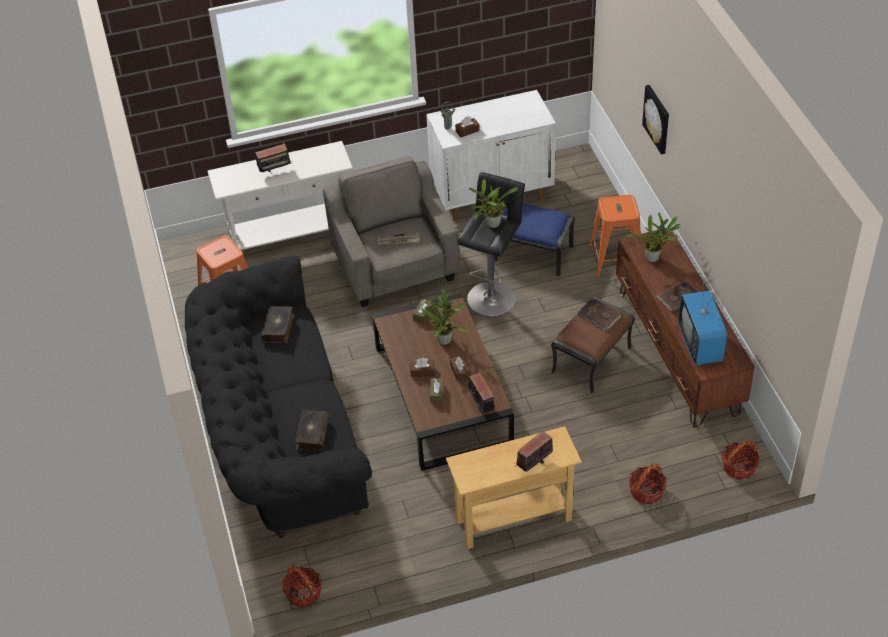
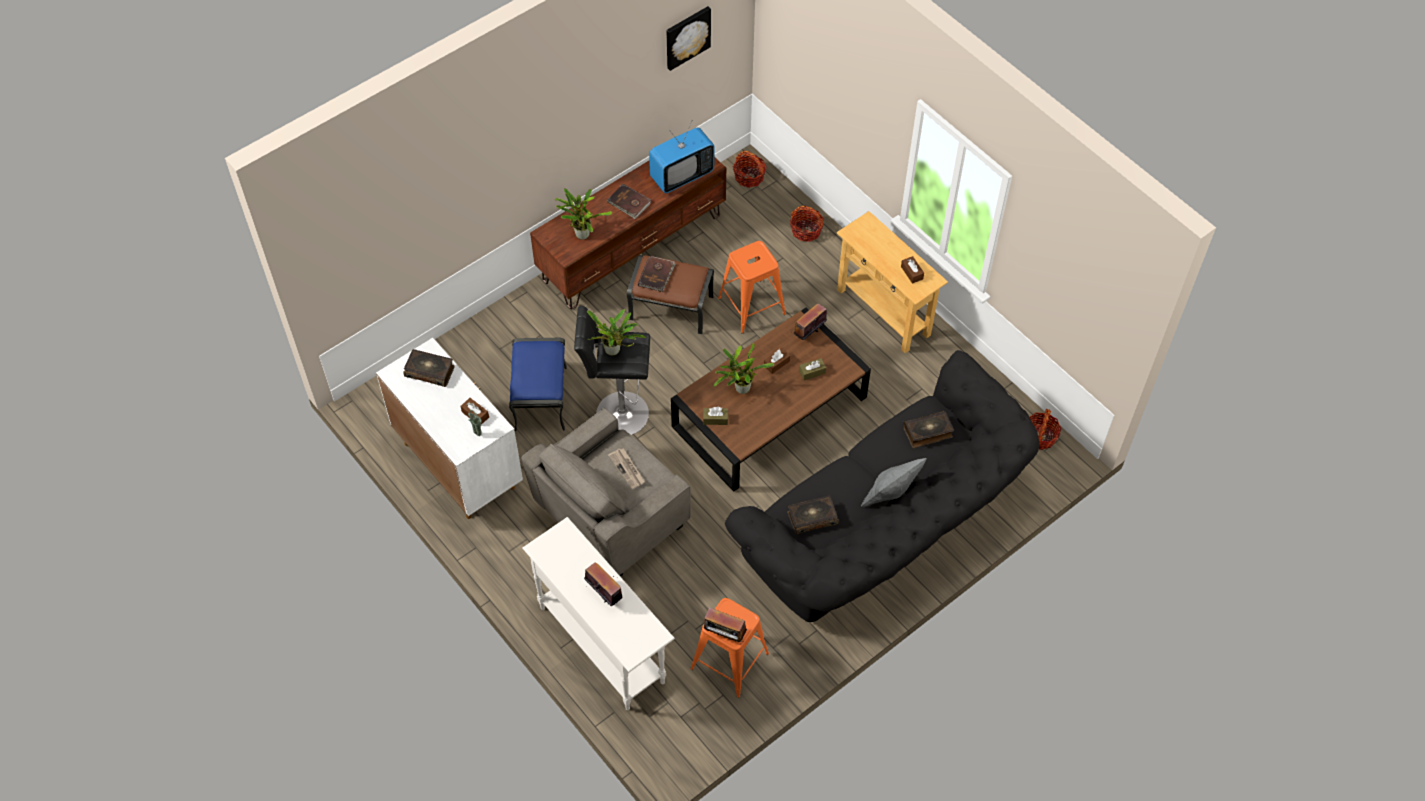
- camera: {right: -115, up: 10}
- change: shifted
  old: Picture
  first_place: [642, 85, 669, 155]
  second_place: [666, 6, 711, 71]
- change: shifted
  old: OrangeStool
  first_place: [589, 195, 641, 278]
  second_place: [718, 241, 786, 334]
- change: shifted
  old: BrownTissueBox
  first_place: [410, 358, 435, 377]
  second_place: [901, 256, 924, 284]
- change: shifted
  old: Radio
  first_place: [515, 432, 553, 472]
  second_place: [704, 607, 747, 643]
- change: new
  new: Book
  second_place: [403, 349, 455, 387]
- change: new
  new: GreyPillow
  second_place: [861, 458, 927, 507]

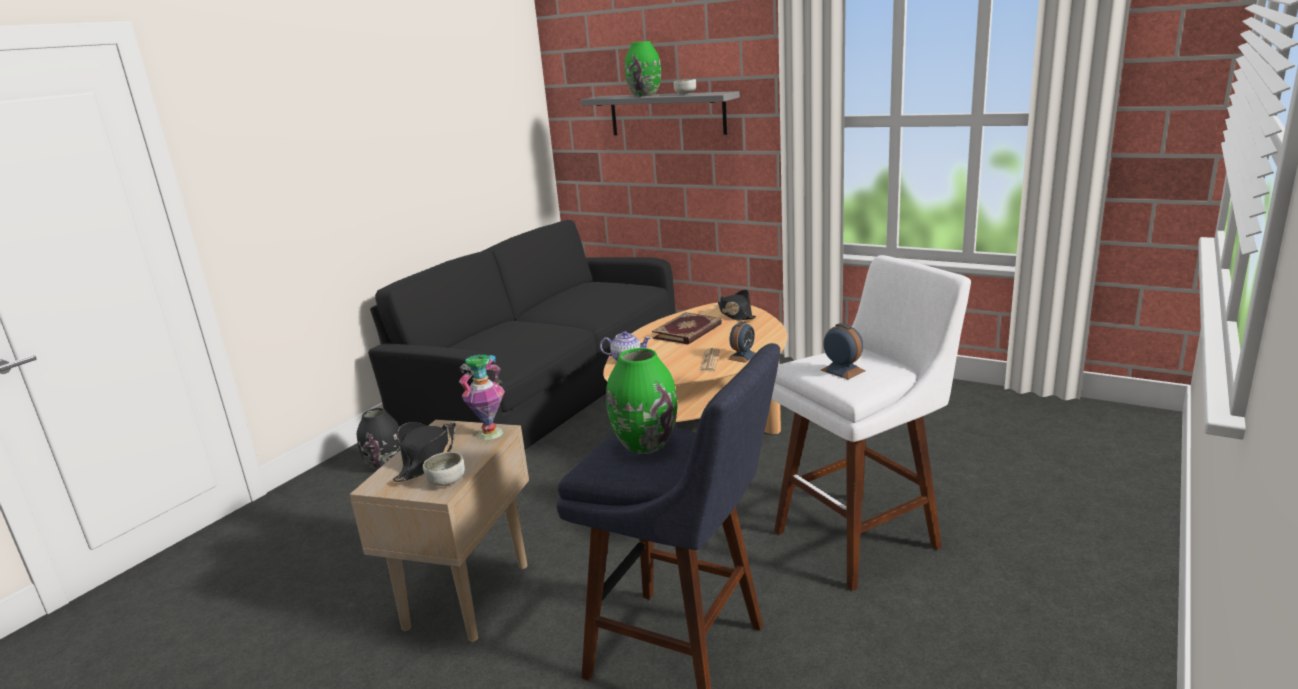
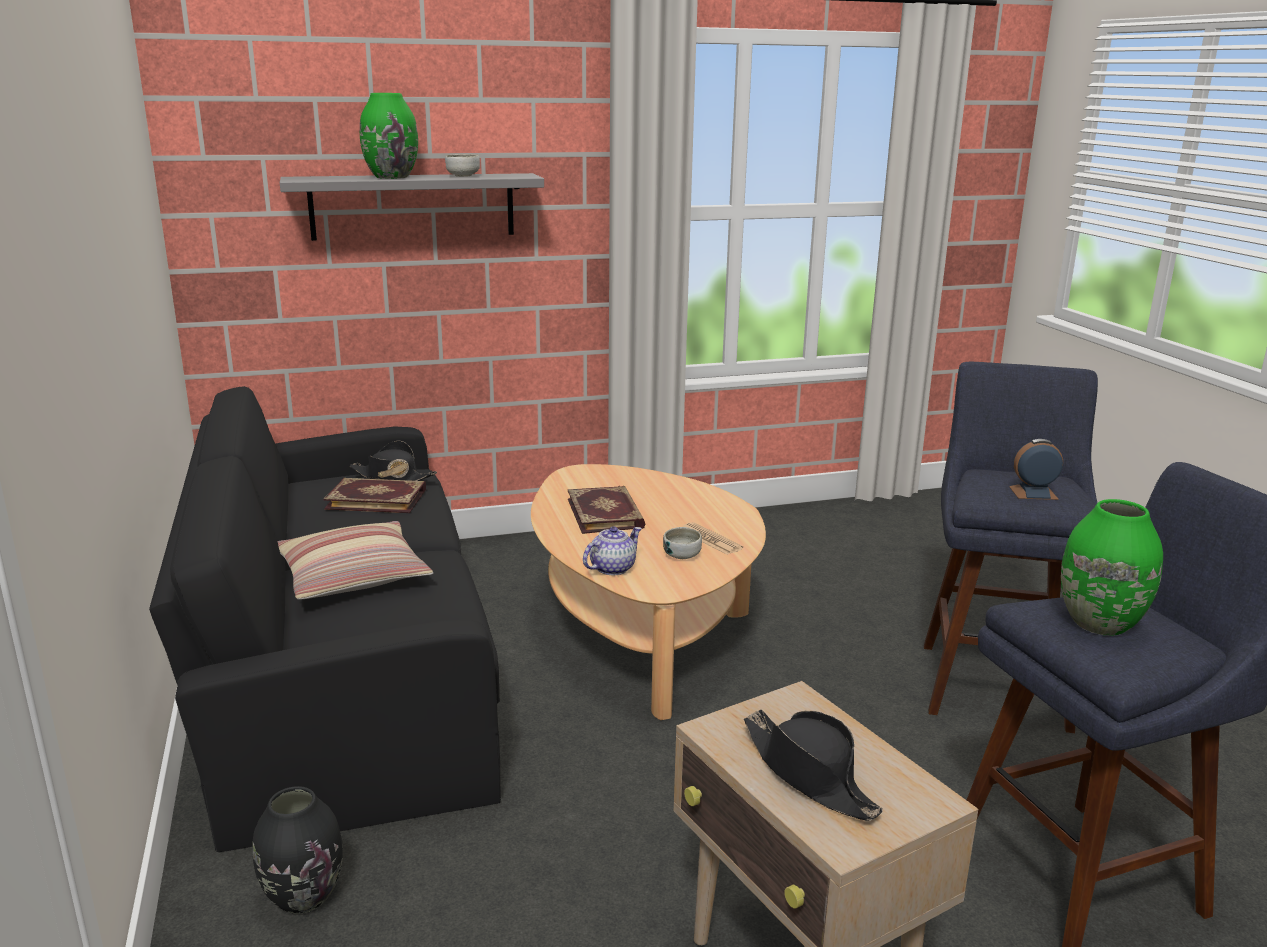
- camera: {right: -50, up: 0}
- change: repainted
  old: WhiteStool
  new: BlueStool
  first_place: [772, 255, 971, 591]
  second_place: [924, 362, 1098, 733]
- change: shifted
  old: BlackHat
  first_place: [718, 290, 756, 321]
  second_place: [350, 441, 437, 481]
- change: gone
  old: AlarmClock
  first_place: [728, 321, 756, 363]
- change: gone
  old: Vase
  first_place: [459, 355, 505, 441]
- change: shifted
  old: Bowl
  first_place: [423, 452, 465, 486]
  second_place: [663, 527, 702, 559]
- change: new
  new: Book
  second_place: [323, 478, 426, 513]
- change: new
  new: Pillow
  second_place: [278, 521, 434, 600]

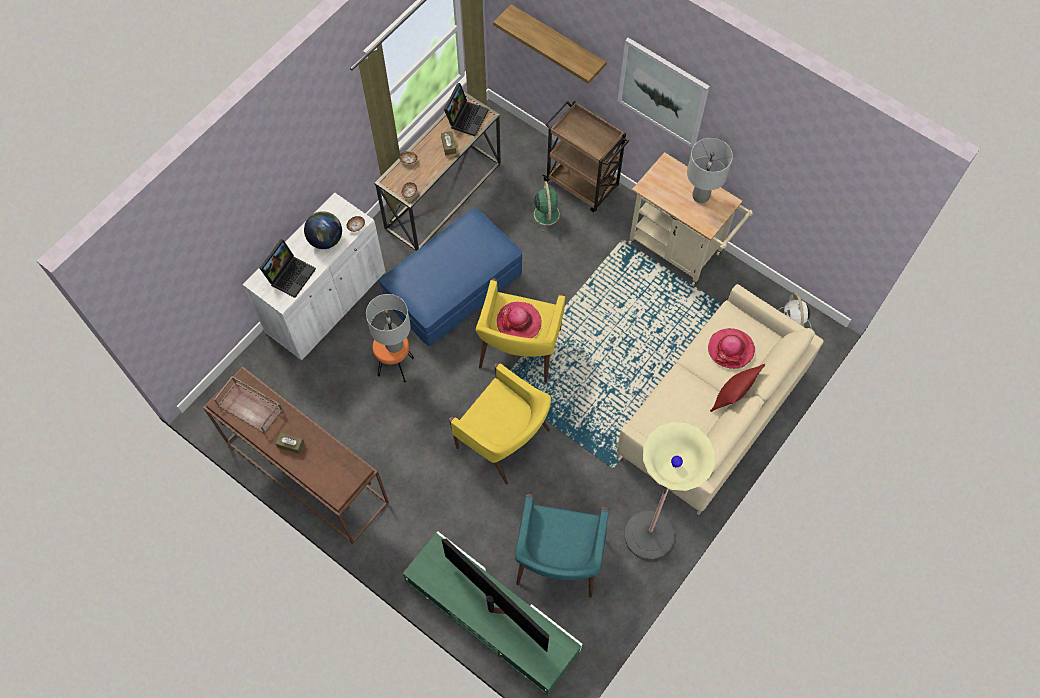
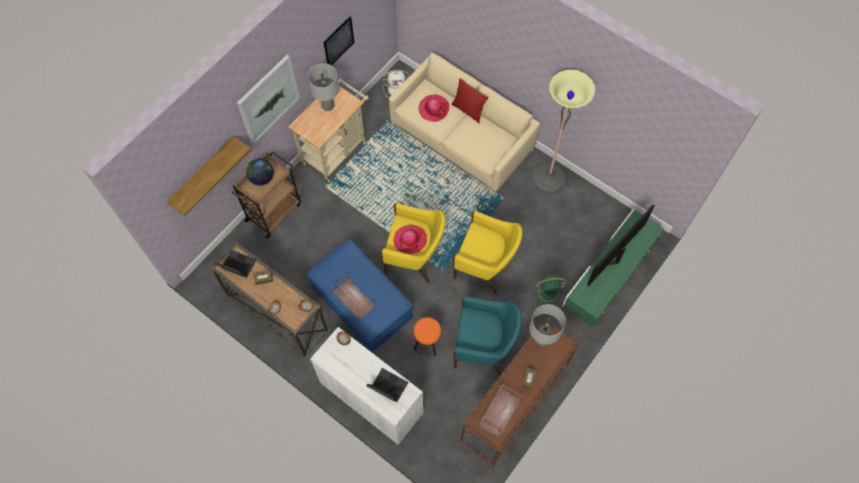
- camera: {right: -90, up: 0}
- change: shifted
  old: GreenFan
  first_place: [527, 181, 565, 232]
  second_place: [533, 276, 567, 306]
- change: shifted
  old: Globe
  first_place: [304, 211, 342, 249]
  second_place: [246, 158, 274, 186]
- change: shifted
  old: GreyTableLamp
  first_place: [366, 294, 411, 353]
  second_place: [529, 304, 566, 346]
- change: rotated
  old: YellowArmchair
  first_place: [449, 363, 551, 484]
  second_place: [453, 211, 522, 295]
  degrees: 75
- change: shifted
  old: TurquoiseArmchair
  first_place: [515, 494, 609, 598]
  second_place: [453, 296, 521, 375]
- change: new
  new: Picture
  second_place: [324, 16, 354, 65]
- change: new
  new: BrownTray
  second_place: [332, 275, 375, 320]

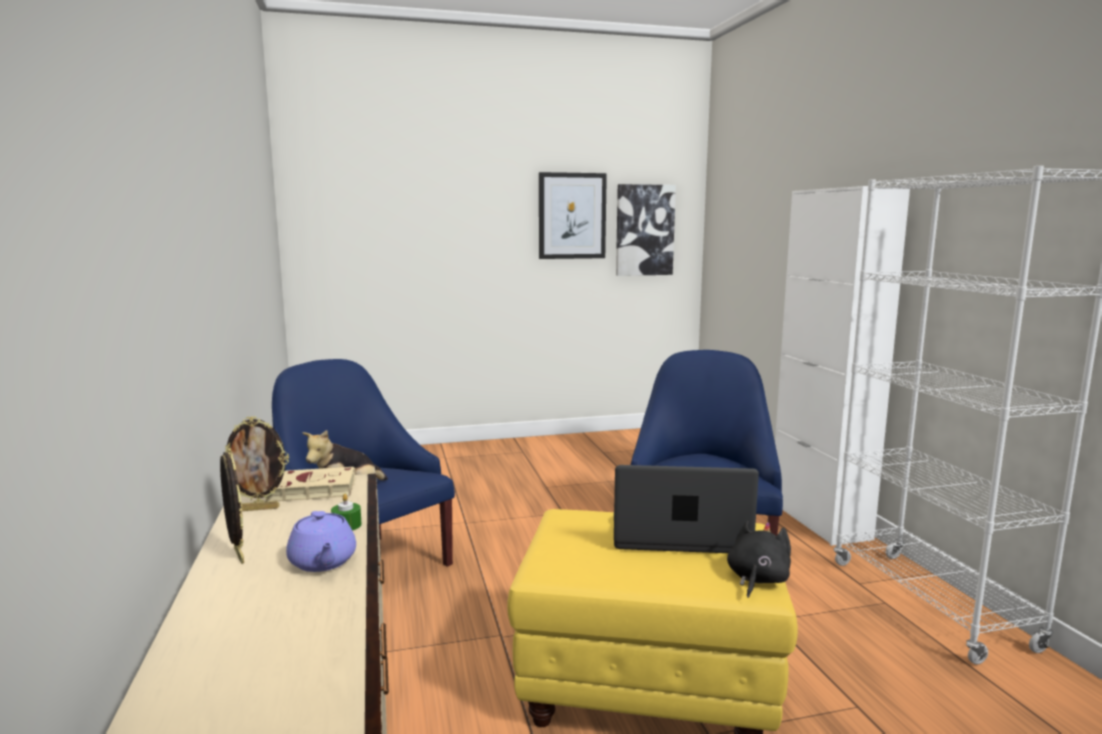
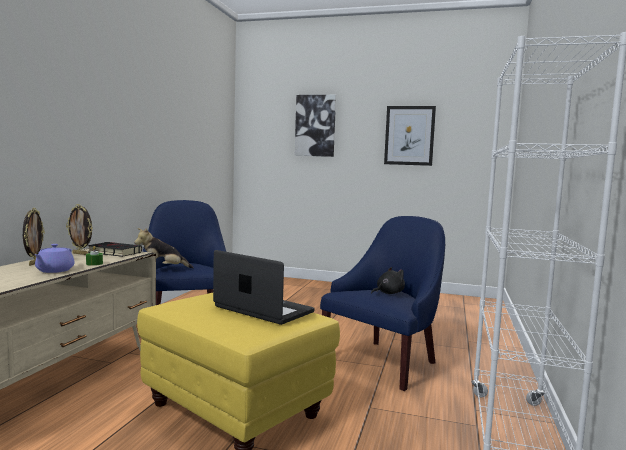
- camera: {right: 30, up: -5}
- change: shifted
  old: Picture
  first_place: [616, 184, 676, 276]
  second_place: [295, 95, 336, 157]
- change: gone
  old: WhiteCabinet
  first_place: [775, 186, 910, 546]
- change: repainted
  old: BeigeBook
  new: BlackBook
  first_place: [265, 467, 356, 502]
  second_place: [88, 242, 142, 257]
- change: shifted
  old: BlackPlushToy
  first_place: [727, 521, 791, 598]
  second_place: [371, 267, 405, 294]

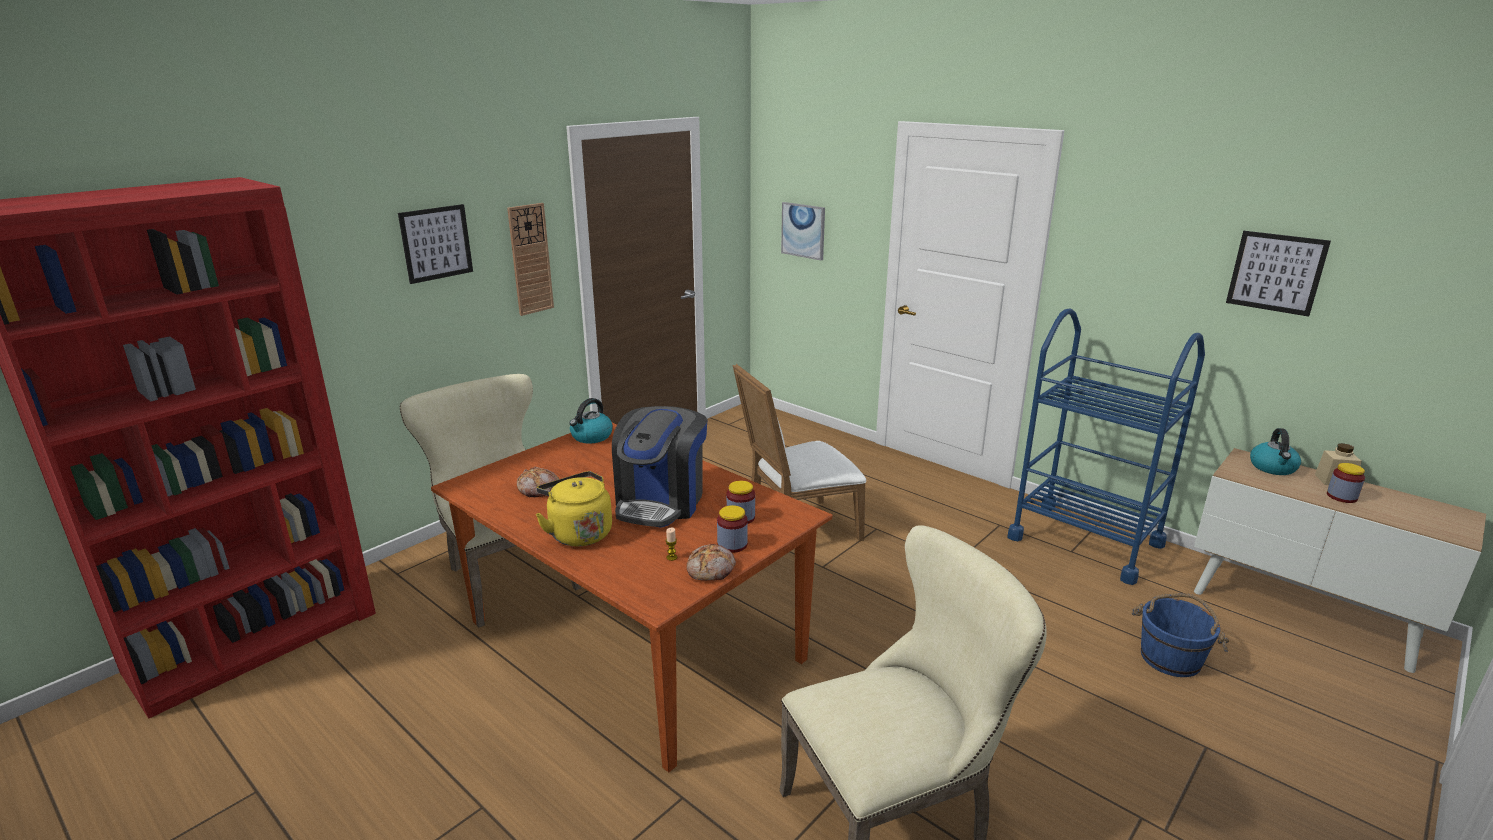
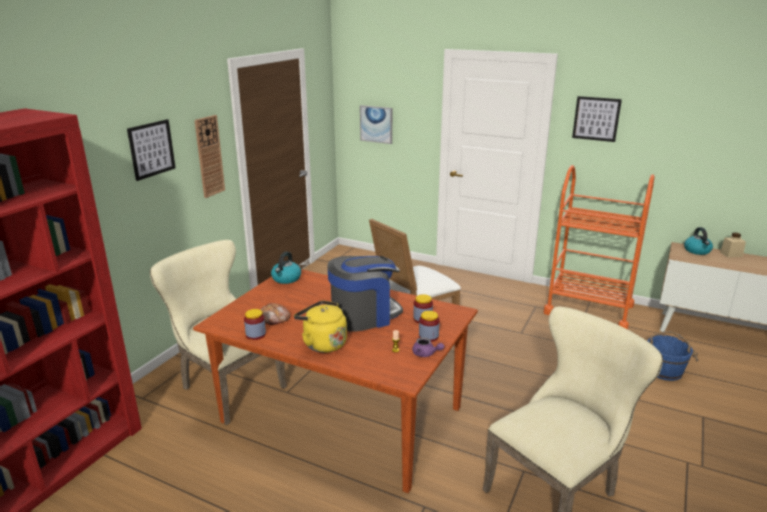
- camera: {right: -15, up: 0}
- change: shifted
  old: Picture
  first_place: [1226, 231, 1331, 317]
  second_place: [572, 96, 622, 142]
- change: repainted
  old: BlueCart
  new: OrangeCart
  first_place: [1007, 308, 1205, 585]
  second_place: [544, 165, 655, 329]
- change: rotated
  old: CoffeeMachine
  first_place: [612, 406, 708, 528]
  second_place: [327, 256, 403, 332]
  degrees: -120
- change: shifted
  old: Jar
  first_place: [1327, 463, 1365, 503]
  second_place: [244, 309, 266, 340]
- change: swapped
  old: Bread
  new: PurpleTeapot
  first_place: [687, 544, 736, 581]
  second_place: [412, 337, 444, 357]

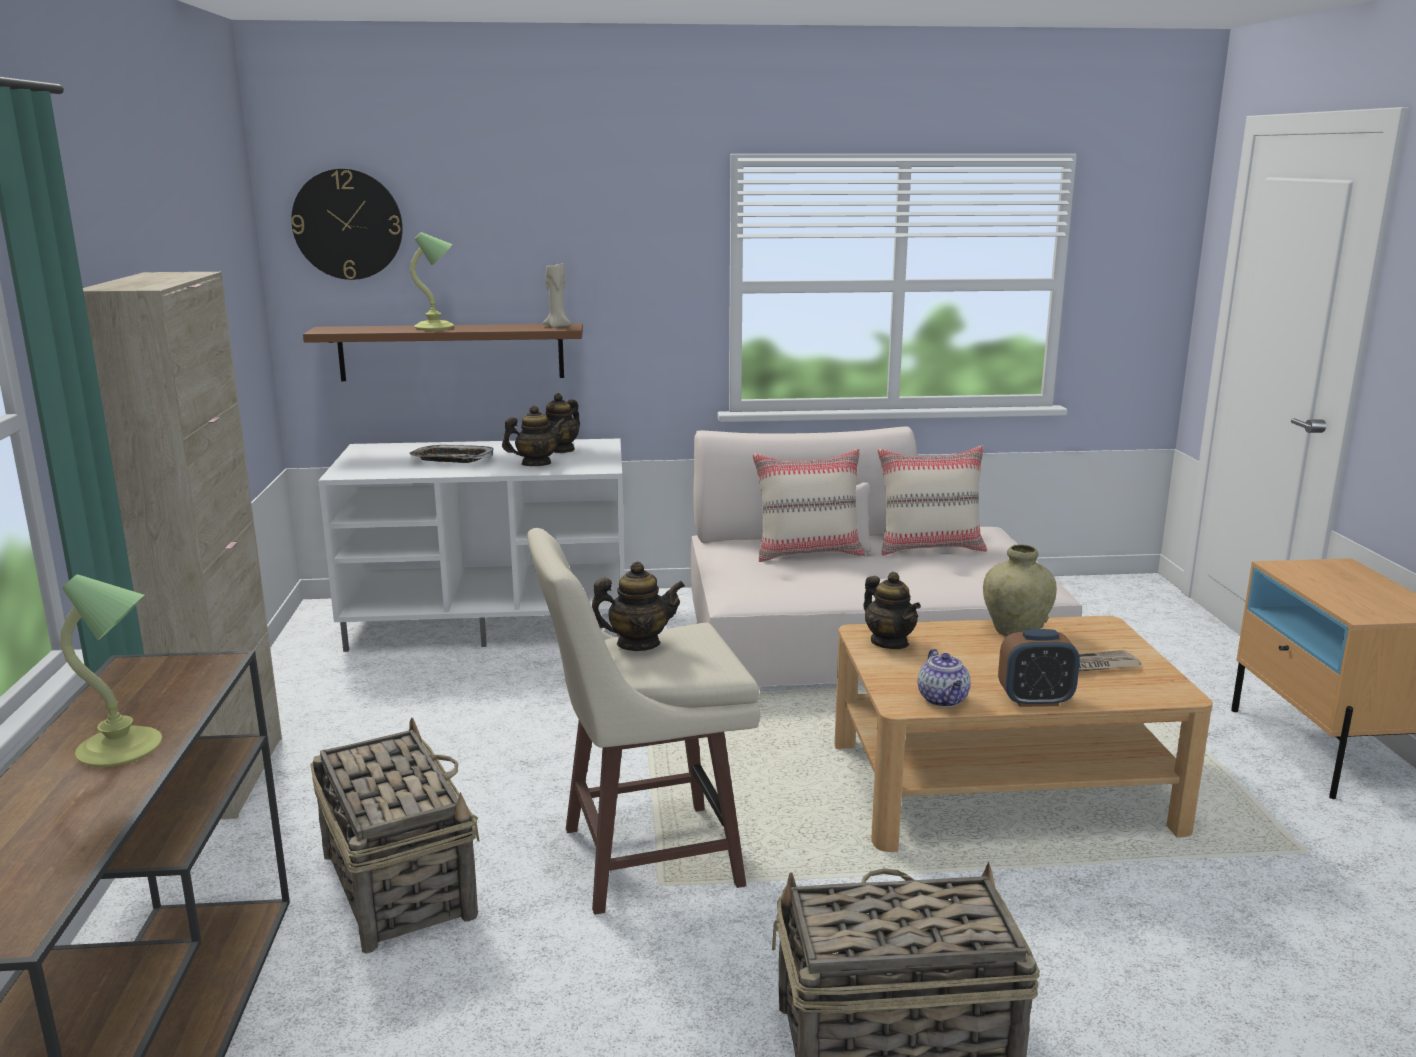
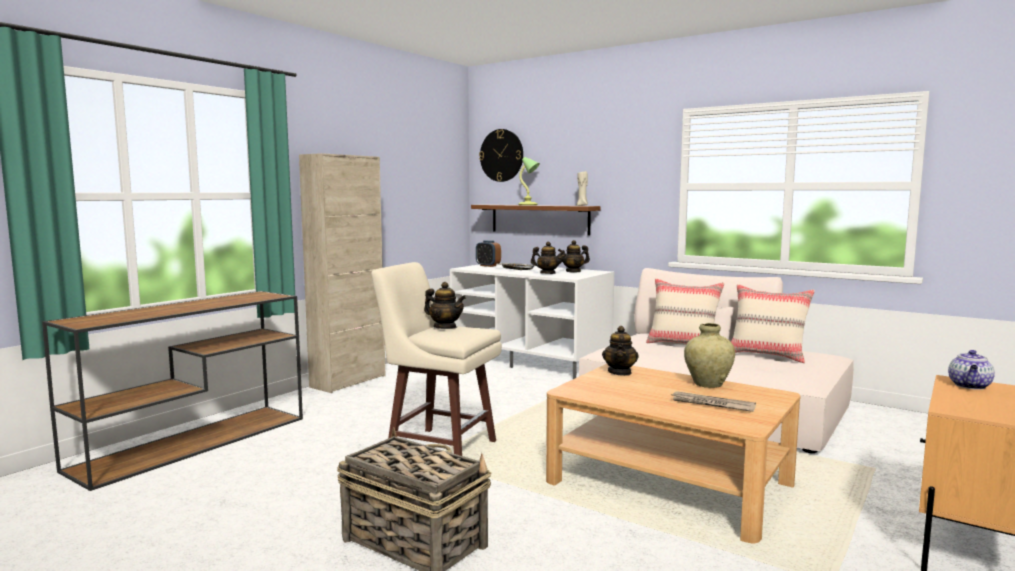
- camera: {right: 40, up: -10}
- change: gone
  old: TableLamp
  first_place: [61, 574, 162, 767]
- change: shifted
  old: AlarmClock
  first_place: [998, 629, 1080, 707]
  second_place: [476, 240, 501, 267]
- change: shifted
  old: Teapot
  first_place: [918, 649, 971, 707]
  second_place: [948, 350, 995, 390]
- change: gone
  old: Basket
  first_place: [310, 718, 479, 954]

